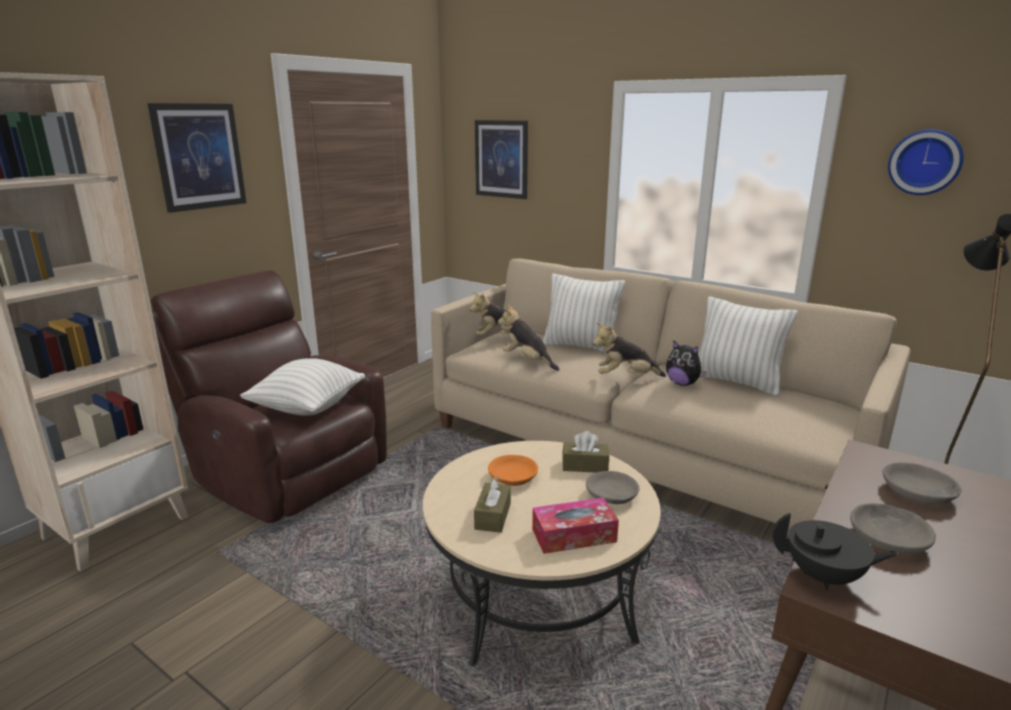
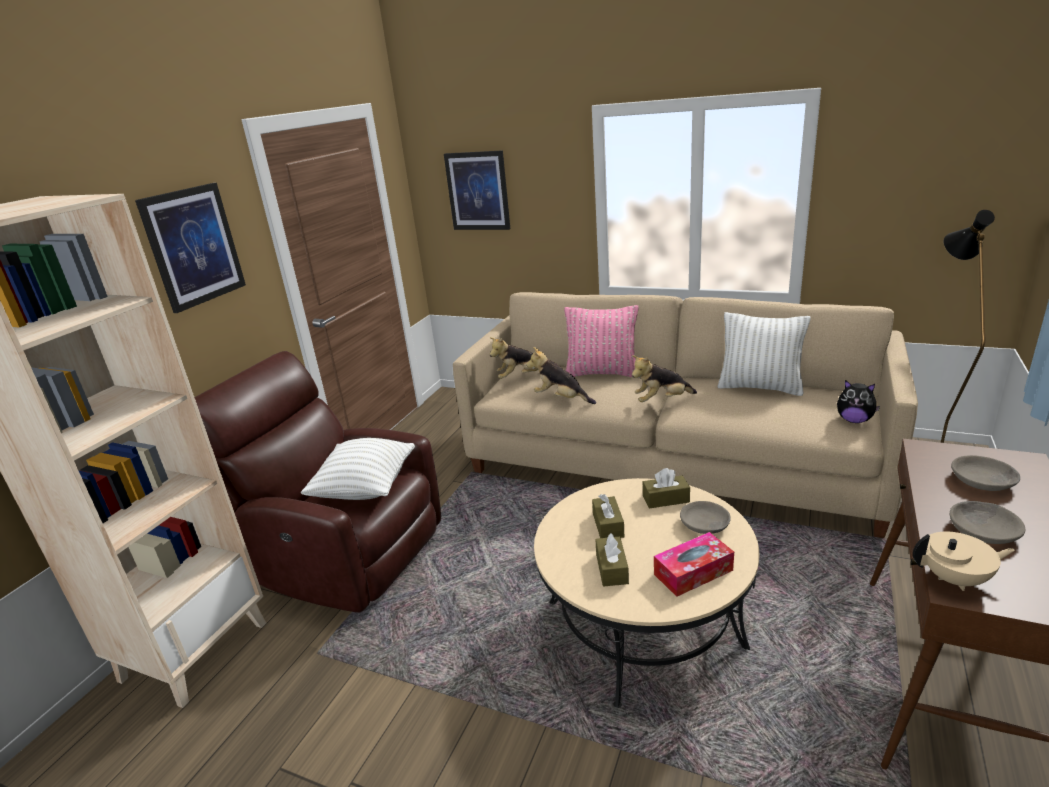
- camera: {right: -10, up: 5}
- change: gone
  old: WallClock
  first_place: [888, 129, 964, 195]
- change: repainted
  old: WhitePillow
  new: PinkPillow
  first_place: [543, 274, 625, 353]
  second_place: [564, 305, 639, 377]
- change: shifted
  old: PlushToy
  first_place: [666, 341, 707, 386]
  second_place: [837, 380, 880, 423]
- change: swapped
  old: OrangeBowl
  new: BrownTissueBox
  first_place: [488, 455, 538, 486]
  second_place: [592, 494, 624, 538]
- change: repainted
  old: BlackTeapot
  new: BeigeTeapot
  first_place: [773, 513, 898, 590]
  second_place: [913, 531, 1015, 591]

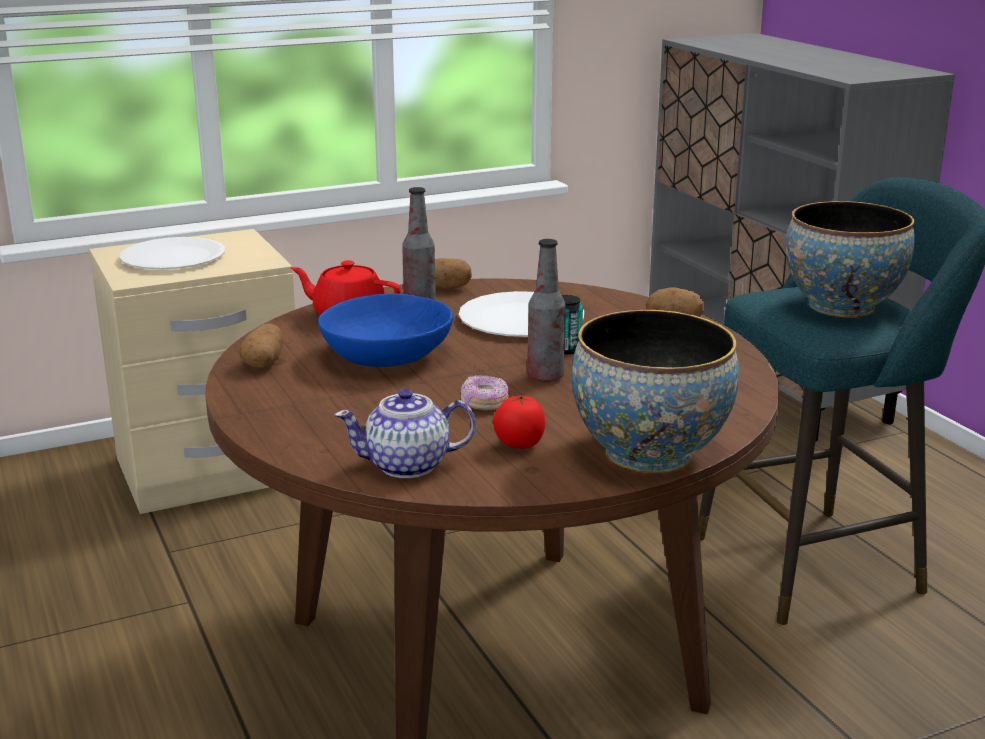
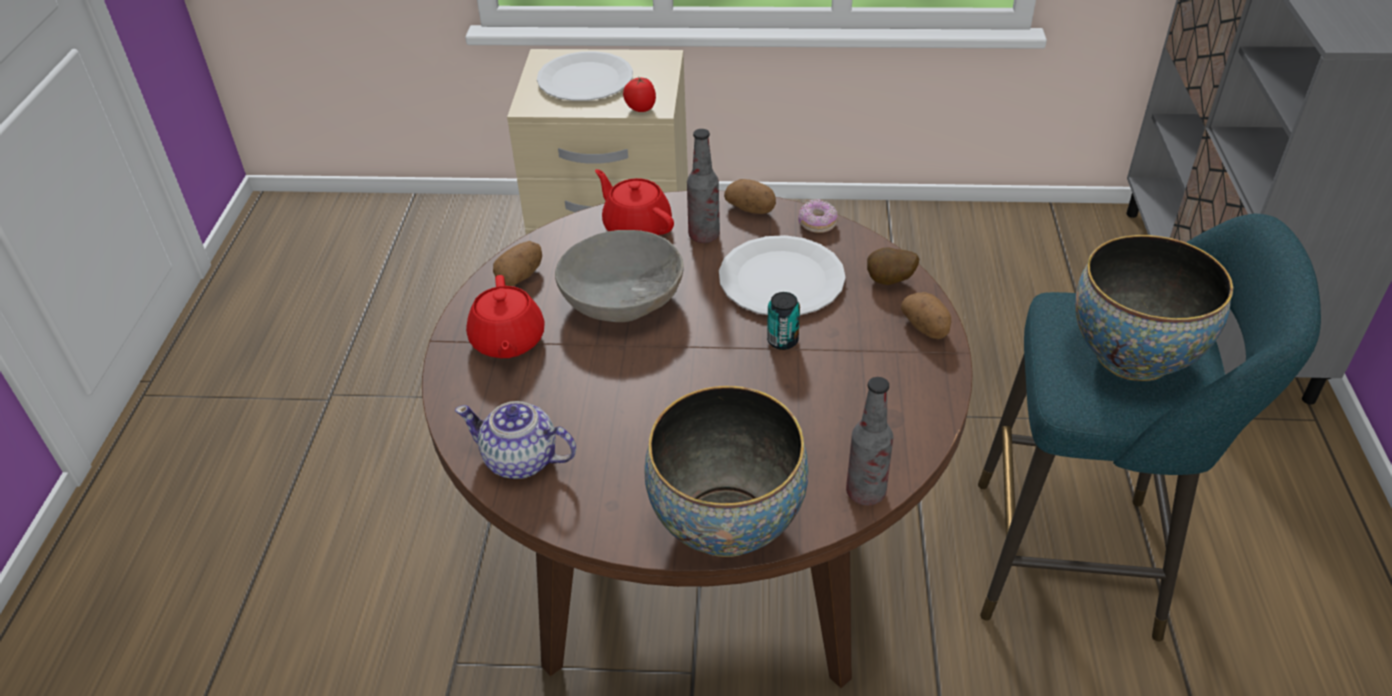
- camera: {right: 30, up: 20}
- change: shifted
  old: Bottle
  first_place: [527, 239, 565, 382]
  second_place: [846, 377, 893, 505]
- change: repainted
  old: BlueBowl
  new: GreyBowl
  first_place: [318, 293, 453, 367]
  second_place: [555, 230, 684, 322]
- change: shifted
  old: Donut
  first_place: [461, 375, 509, 411]
  second_place: [798, 199, 838, 233]
- change: shifted
  old: Tomato
  first_place: [493, 394, 545, 449]
  second_place: [623, 78, 656, 112]
- change: new
  new: Potato
  second_place: [867, 247, 920, 285]
- change: new
  new: RedTeapot
  second_place: [466, 275, 545, 358]

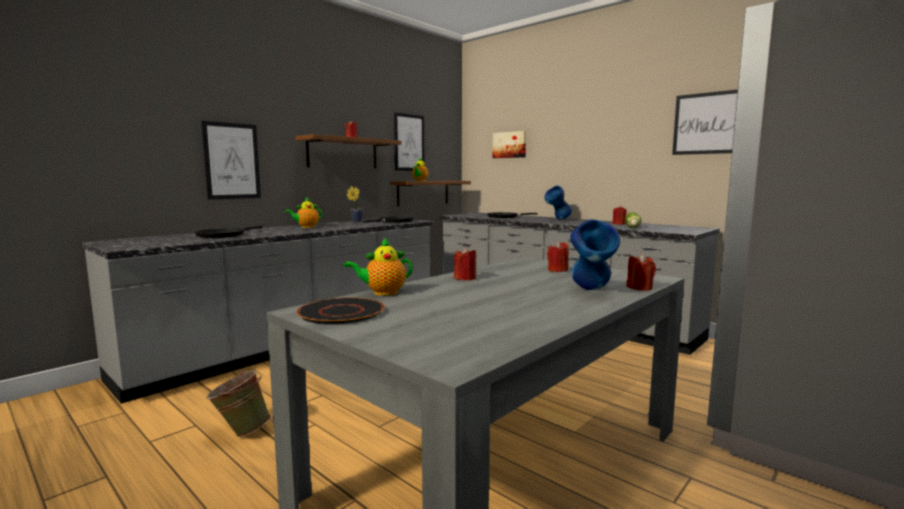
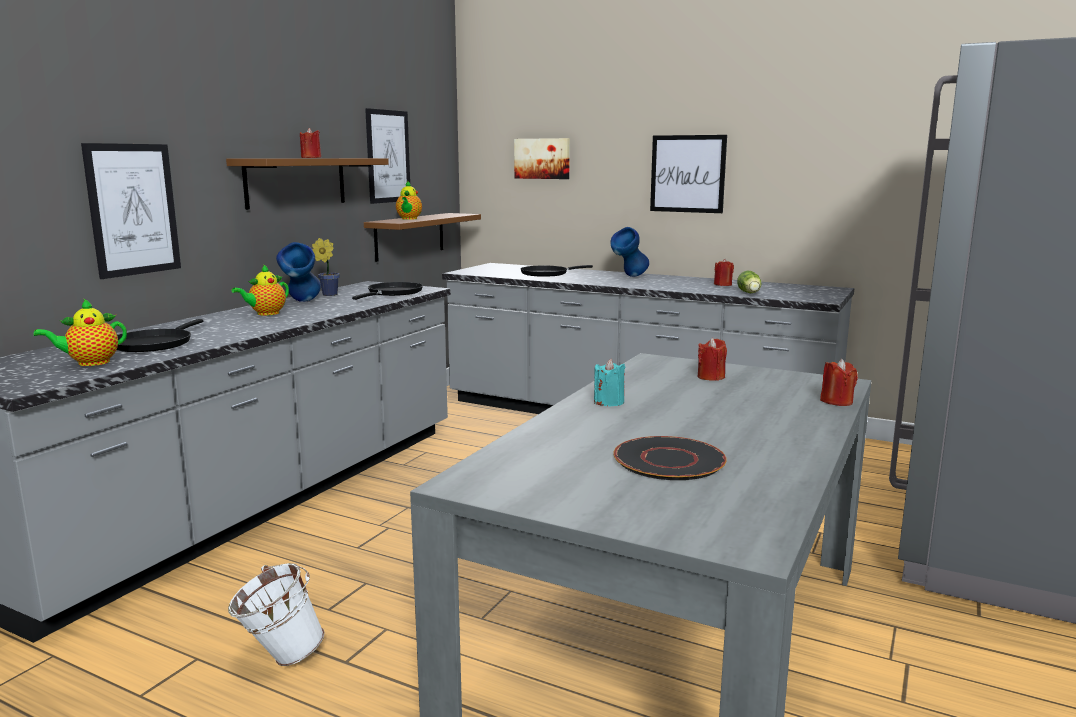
- camera: {right: -15, up: 5}
- change: shifted
  old: Picture
  first_place: [672, 89, 738, 155]
  second_place: [650, 135, 727, 213]
- change: shifted
  old: BlueVase
  first_place: [570, 219, 620, 290]
  second_place: [276, 242, 321, 302]
- change: shifted
  old: Teapot
  first_place: [344, 237, 413, 296]
  second_place: [34, 298, 127, 366]
- change: repainted
  old: RedCandle
  new: TurquoiseCandle
  first_place: [454, 247, 477, 280]
  second_place: [594, 359, 625, 406]
- change: shifted
  old: BlackPlate
  first_place: [296, 297, 385, 324]
  second_place: [613, 436, 727, 480]
- change: repainted
  old: GreenBucket
  new: WhiteBucket
  first_place: [206, 370, 271, 437]
  second_place: [228, 563, 325, 666]

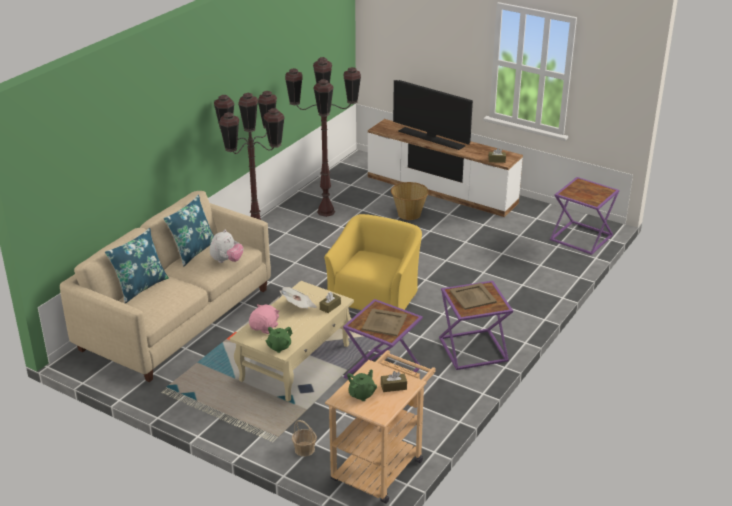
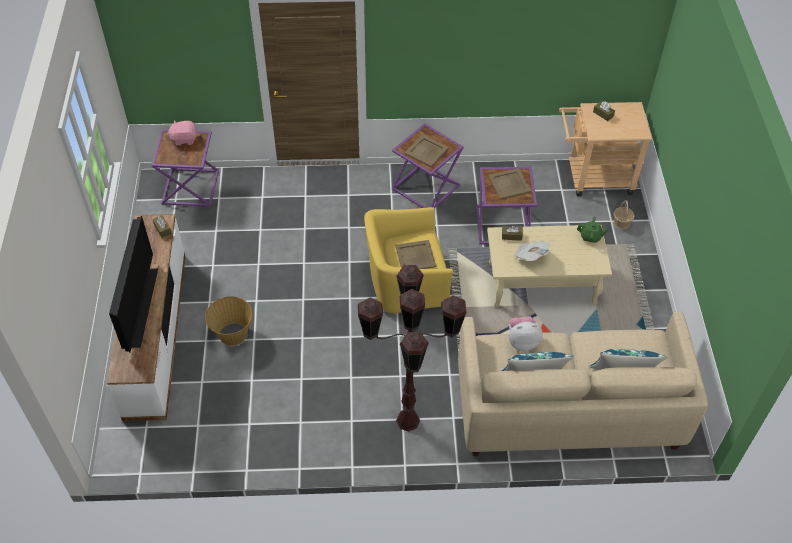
- camera: {right: -125, up: 20}
- change: gone
  old: BrownFloorLamp
  first_place: [285, 57, 361, 217]
- change: shifted
  old: PinkPlushToy
  first_place: [249, 304, 280, 334]
  second_place: [167, 120, 198, 146]
- change: gone
  old: GreenTeapot
  first_place: [347, 370, 377, 401]
- change: new
  new: BeigeTray
  second_place: [395, 240, 436, 269]

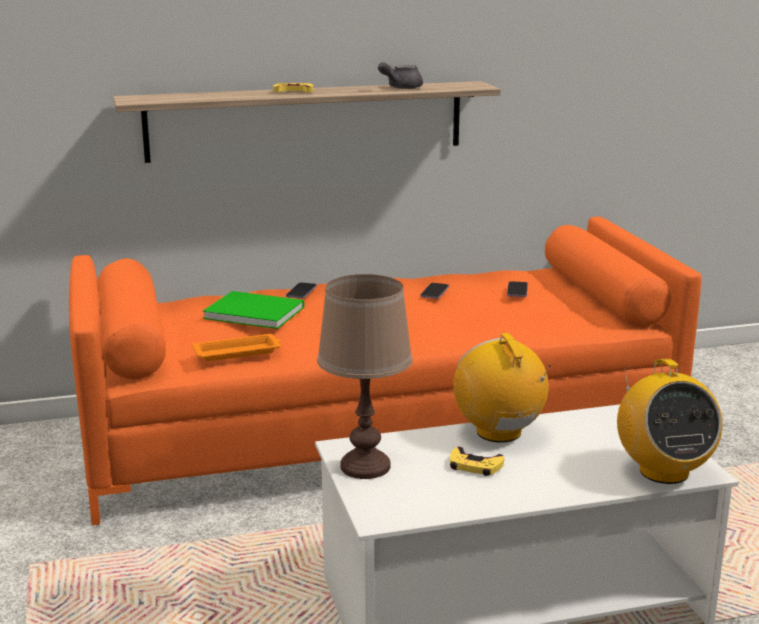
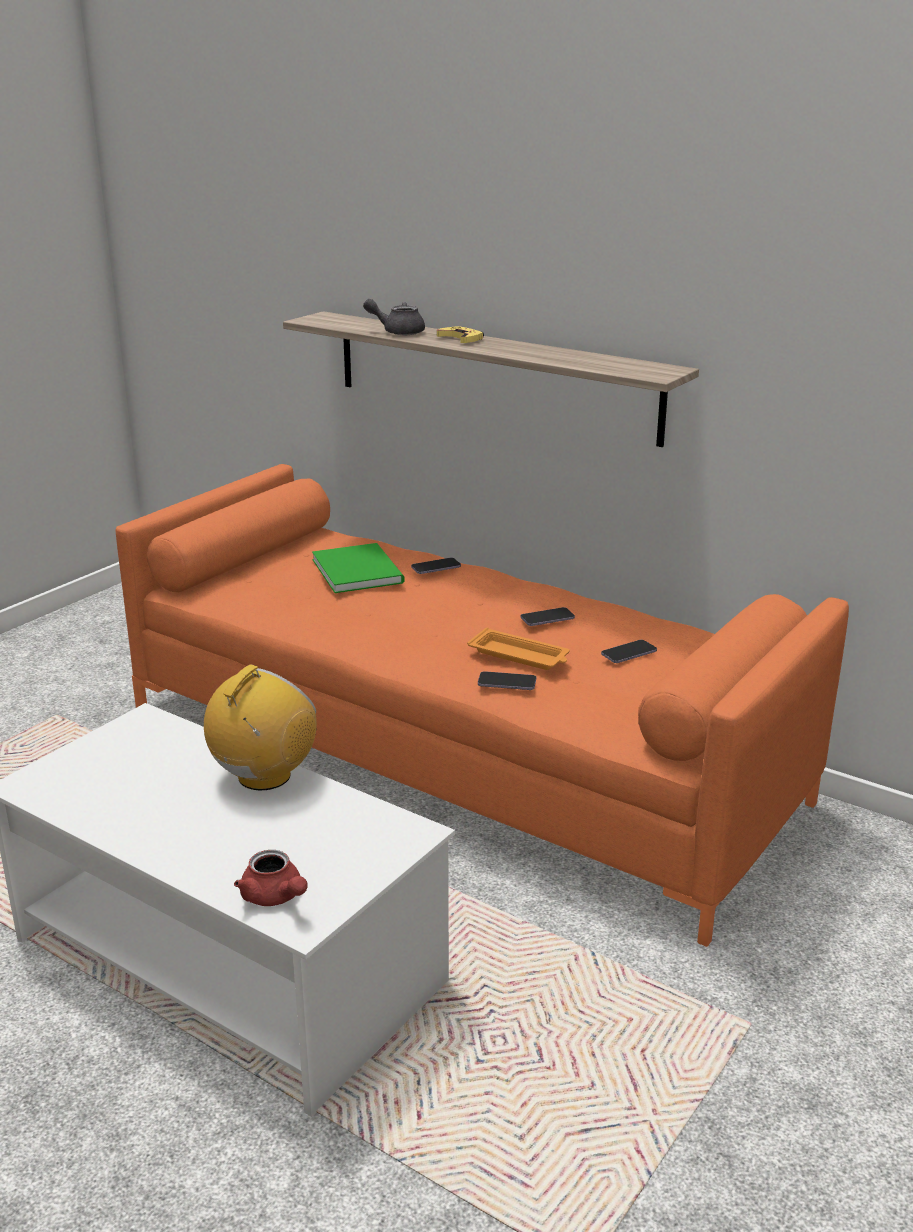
- camera: {right: 50, up: 5}
- change: shifted
  old: GreyTeapot
  first_place: [378, 62, 423, 89]
  second_place: [363, 299, 425, 335]
- change: gone
  old: BrownTableLamp
  first_place: [317, 274, 413, 479]
- change: shifted
  old: OrangeTray
  first_place: [192, 334, 281, 361]
  second_place: [467, 627, 570, 670]
- change: swapped
  old: Radio
  new: RedTeapot
  first_place: [617, 359, 723, 484]
  second_place: [234, 850, 308, 906]
- change: gone
  old: YellowGameController
  first_place: [450, 447, 504, 476]
- change: new
  new: Phone
  second_place: [478, 671, 536, 690]

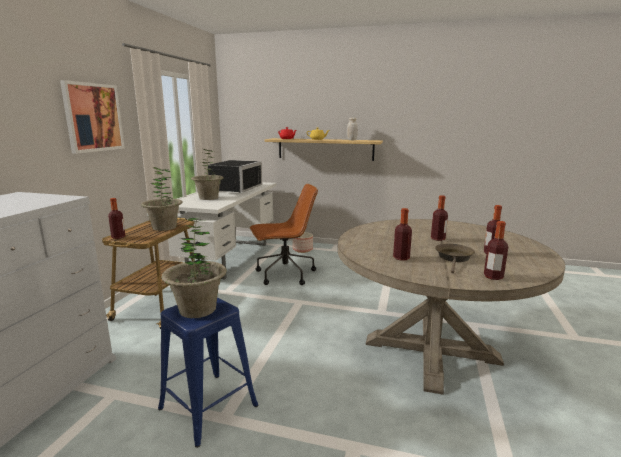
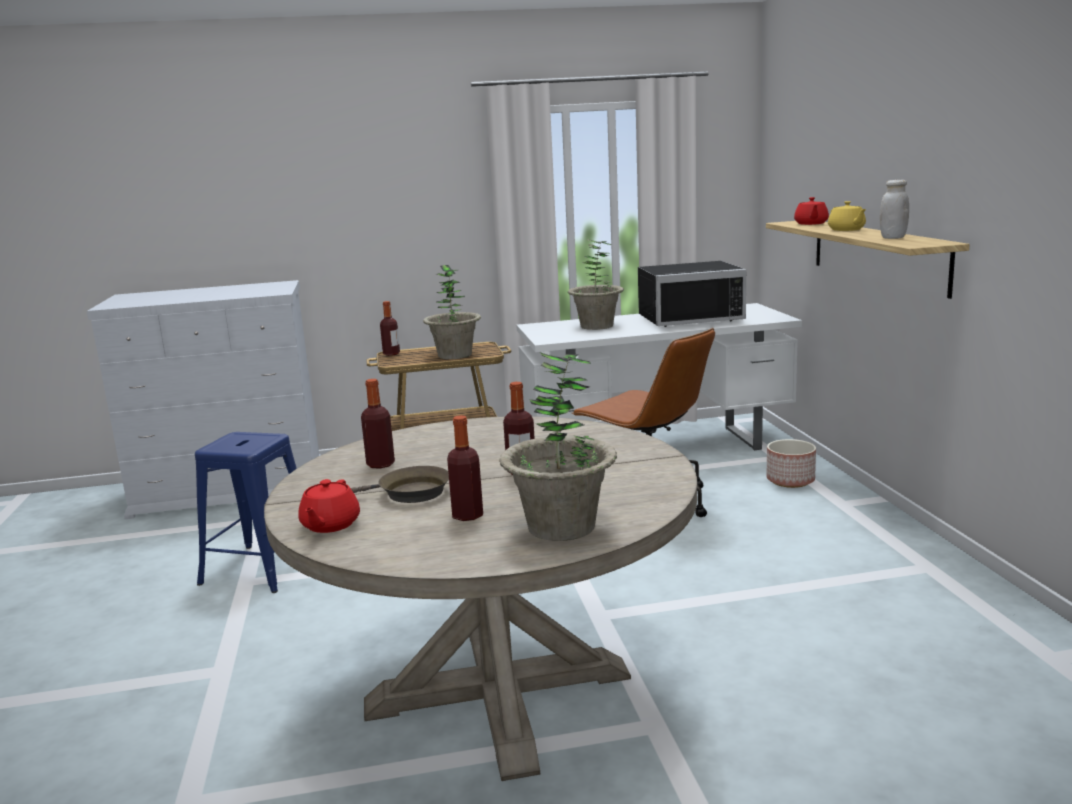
- camera: {right: 65, up: 0}
- change: gone
  old: Picture
  first_place: [60, 80, 125, 154]
- change: shifted
  old: PottedPlant
  first_place: [161, 218, 227, 318]
  second_place: [499, 352, 617, 541]
- change: swapped
  old: Bottle
  new: RedTeapot
  first_place: [484, 221, 508, 280]
  second_place: [298, 479, 360, 533]

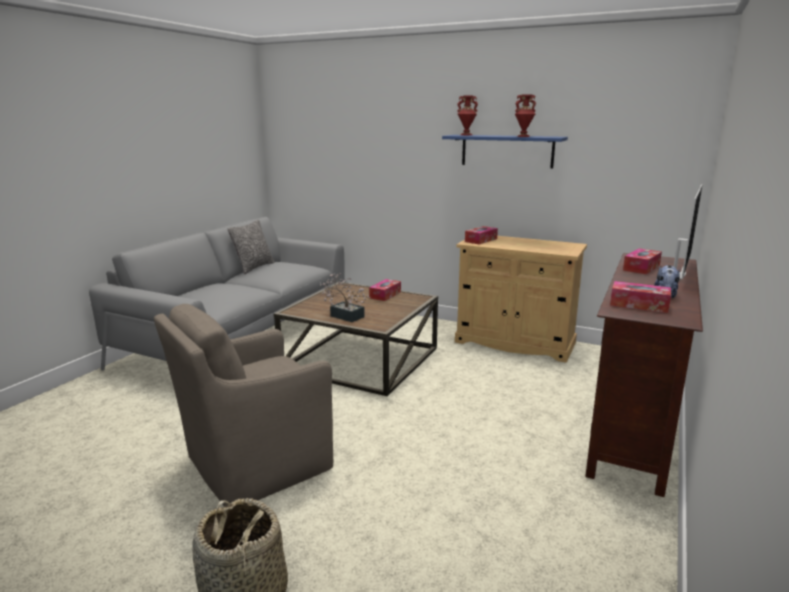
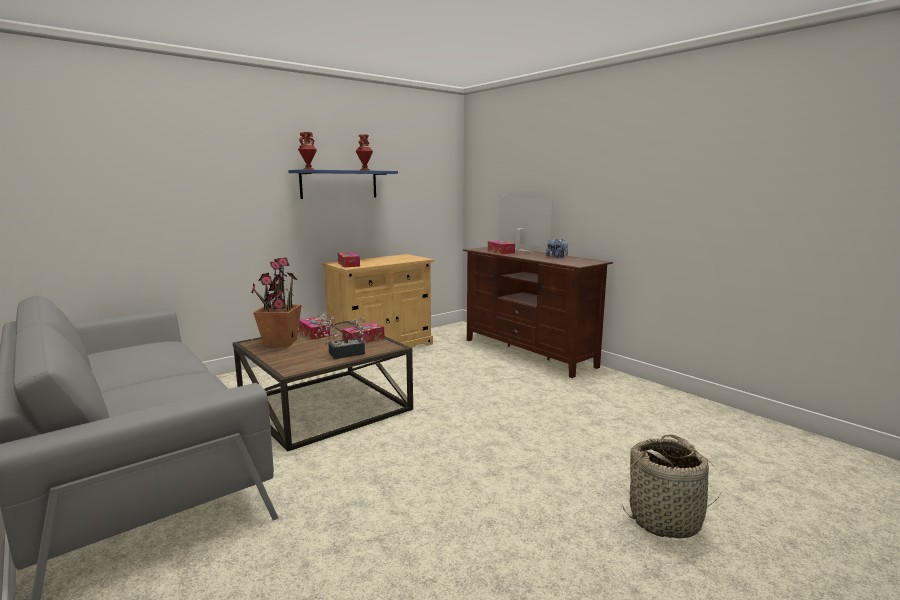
- camera: {right: -65, up: -5}
- change: gone
  old: Pillow
  first_place: [228, 220, 274, 274]
- change: shifted
  old: TissueBox
  first_place: [610, 281, 671, 313]
  second_place: [342, 323, 385, 343]
- change: gone
  old: BrownArmchair
  first_place: [154, 304, 333, 507]
- change: new
  new: PottedPlant
  second_place: [251, 258, 302, 347]

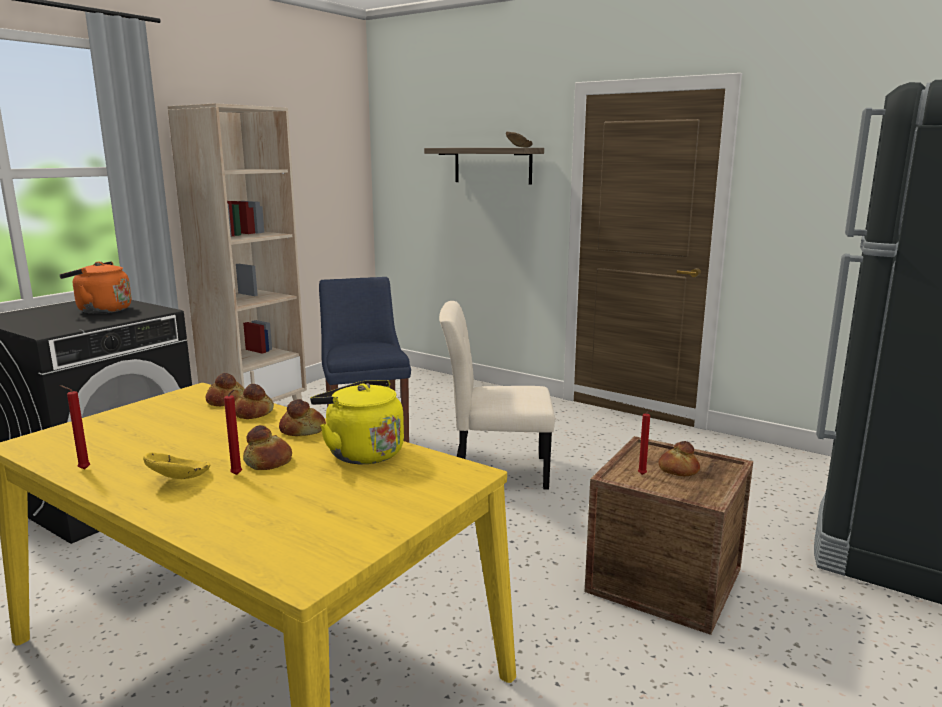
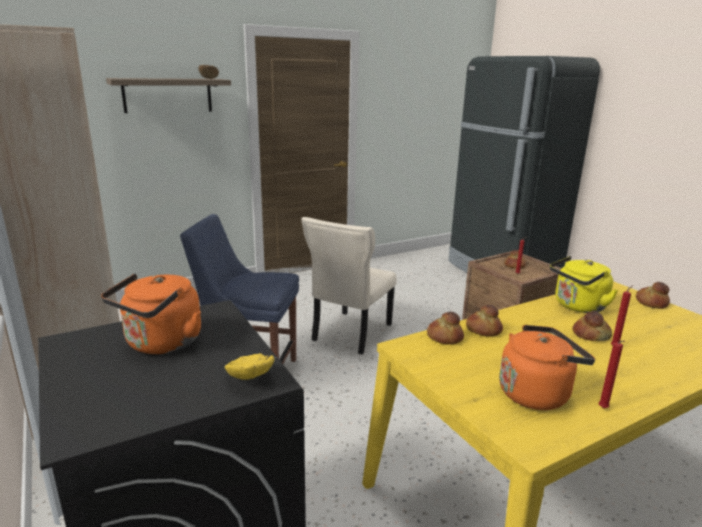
- camera: {right: -65, up: 5}
- change: shifted
  old: Bread
  first_place: [279, 399, 326, 436]
  second_place: [636, 282, 670, 309]
- change: shifted
  old: YellowBowl
  first_place: [143, 452, 210, 479]
  second_place: [225, 353, 274, 380]
- change: new
  new: OrangeKettle
  second_place: [499, 325, 595, 410]

